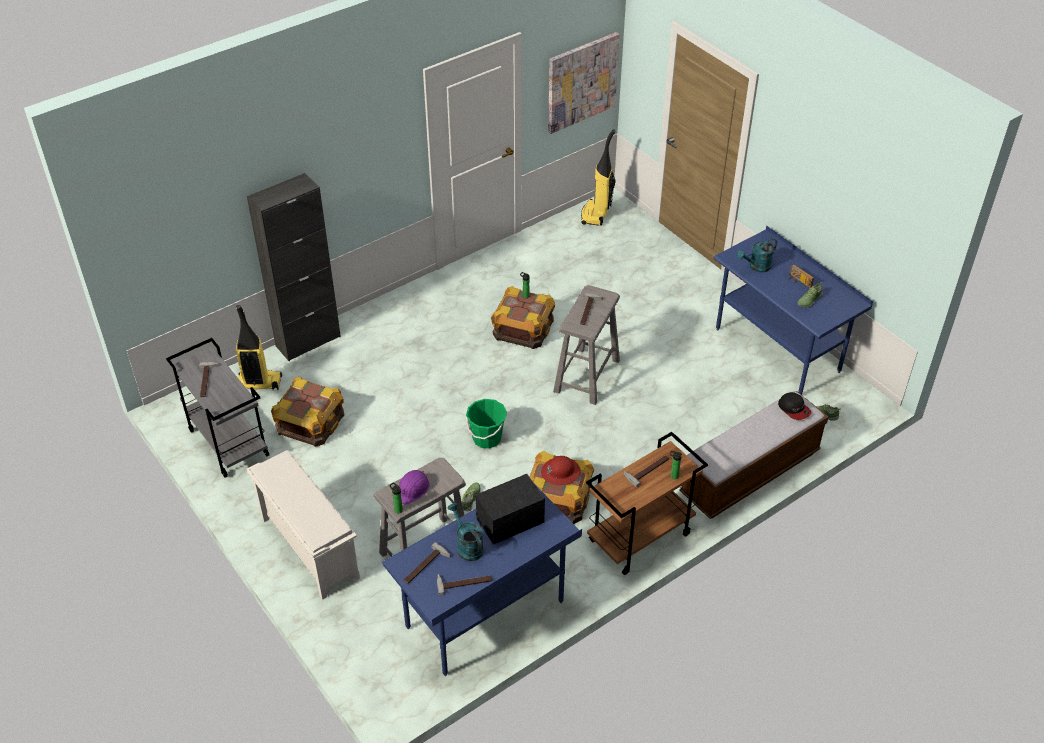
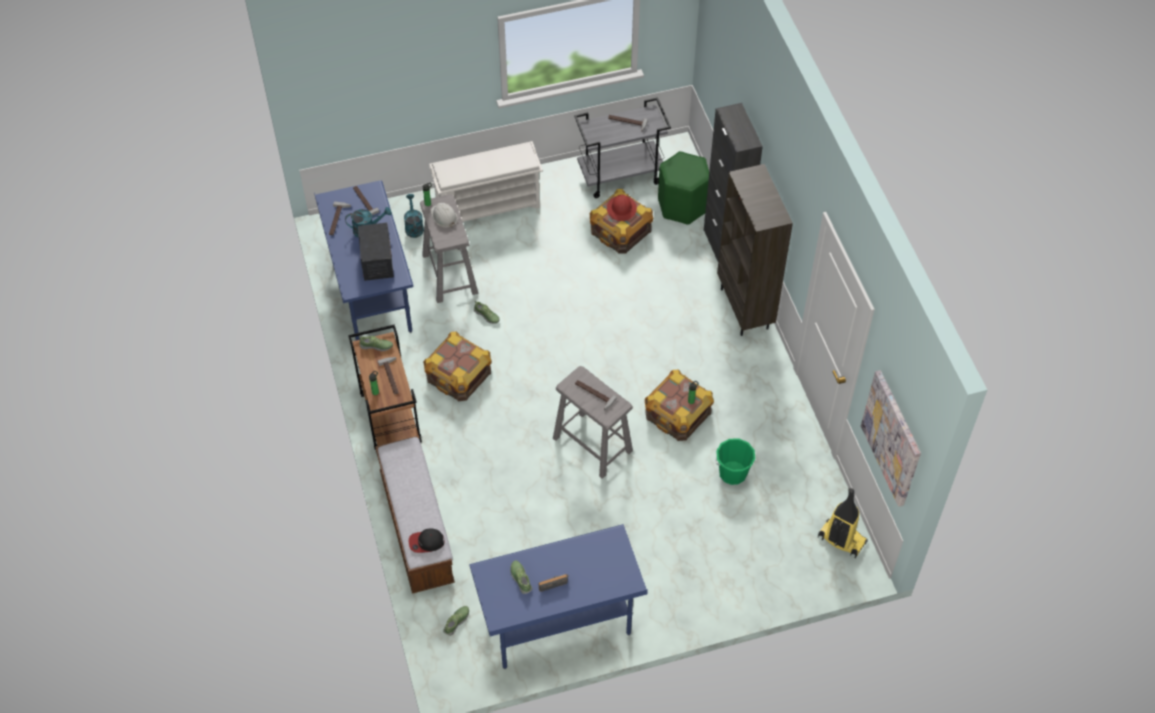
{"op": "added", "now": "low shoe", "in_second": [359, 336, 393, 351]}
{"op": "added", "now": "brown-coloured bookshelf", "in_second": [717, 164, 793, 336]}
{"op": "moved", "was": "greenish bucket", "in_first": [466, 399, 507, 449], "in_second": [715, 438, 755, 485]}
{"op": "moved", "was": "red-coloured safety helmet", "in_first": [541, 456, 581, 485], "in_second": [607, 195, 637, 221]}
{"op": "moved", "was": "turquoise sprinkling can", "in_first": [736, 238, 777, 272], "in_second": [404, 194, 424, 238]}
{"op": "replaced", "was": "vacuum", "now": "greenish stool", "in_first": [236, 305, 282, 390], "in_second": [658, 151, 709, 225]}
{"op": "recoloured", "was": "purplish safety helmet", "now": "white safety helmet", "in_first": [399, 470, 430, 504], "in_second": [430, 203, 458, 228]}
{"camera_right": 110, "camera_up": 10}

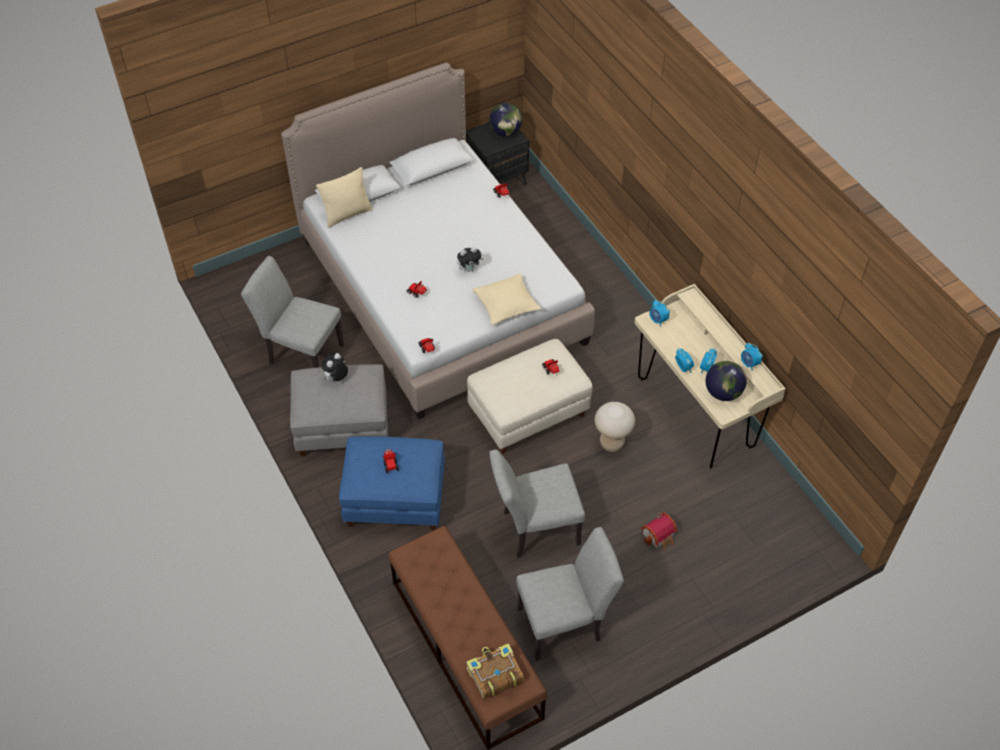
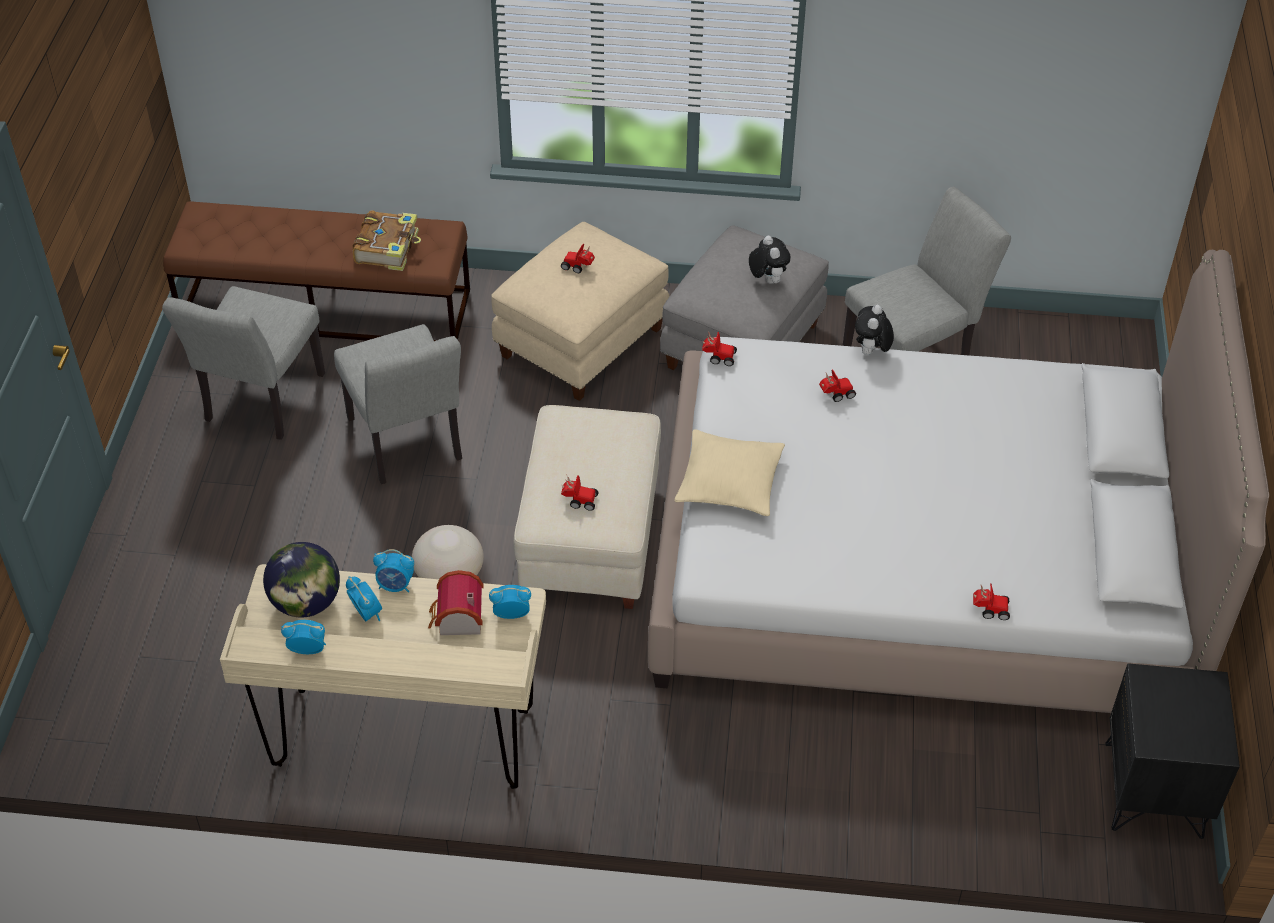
{"op": "removed", "was": "sand-coloured throw pillow", "in_first": [316, 167, 373, 228]}
{"op": "removed", "was": "world globe", "in_first": [489, 103, 522, 136]}
{"op": "moved", "was": "soft toy", "in_first": [457, 247, 484, 272], "in_second": [855, 305, 894, 355]}
{"op": "moved", "was": "volume", "in_first": [466, 643, 524, 699], "in_second": [353, 210, 421, 271]}
{"op": "moved", "was": "miniature house", "in_first": [641, 513, 677, 551], "in_second": [428, 570, 484, 635]}
{"op": "recoloured", "was": "blue ottoman", "now": "sand-coloured ottoman", "in_first": [339, 436, 445, 530], "in_second": [491, 222, 670, 401]}
{"op": "turned", "was": "gray upright chair", "in_first": [489, 450, 585, 558], "in_second": [334, 324, 462, 484], "clockwise": 135}
{"camera_right": 125, "camera_up": -5}

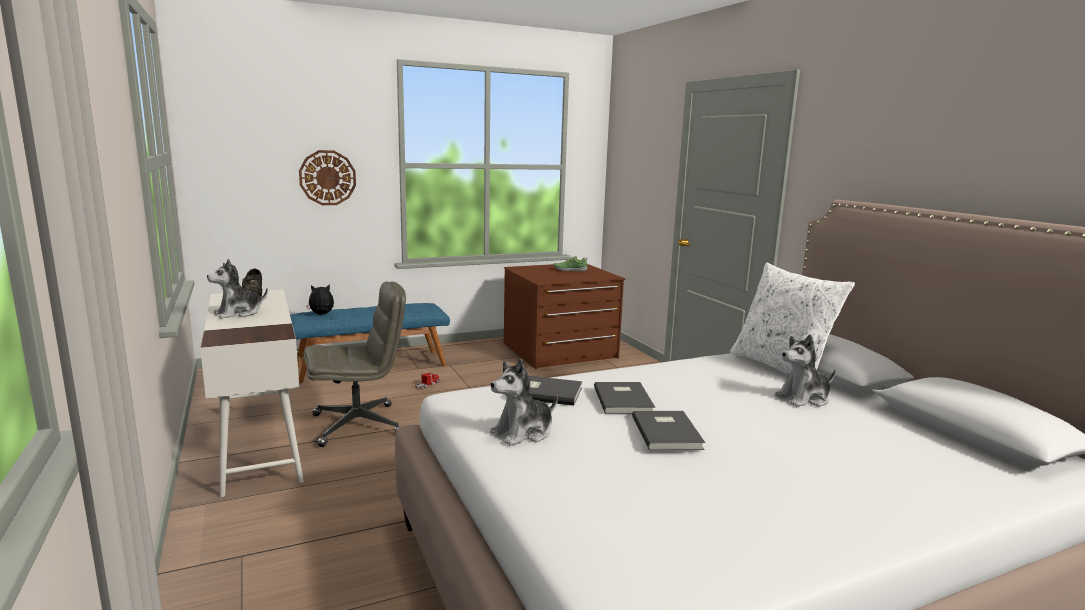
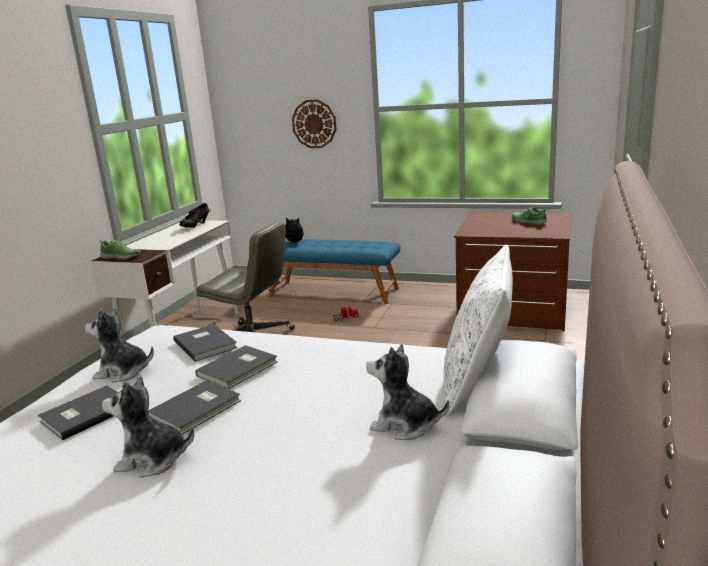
{"op": "added", "now": "gray volume", "in_second": [38, 386, 118, 440]}
{"op": "added", "now": "low shoe", "in_second": [99, 240, 141, 259]}
{"op": "moved", "was": "soft toy", "in_first": [207, 259, 268, 319], "in_second": [102, 376, 194, 477]}
{"camera_right": 45, "camera_up": 5}

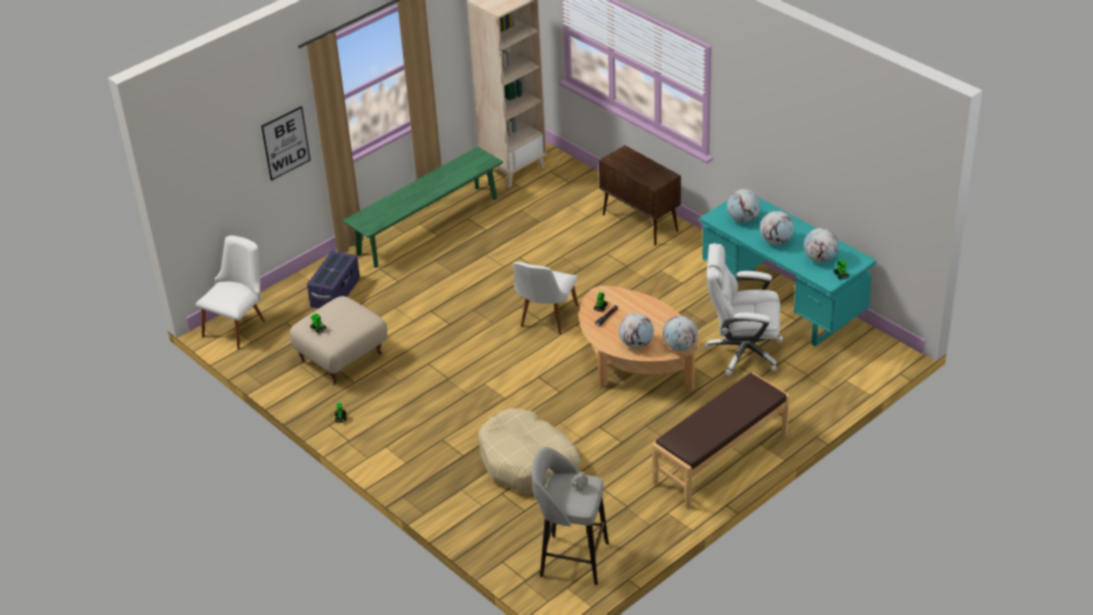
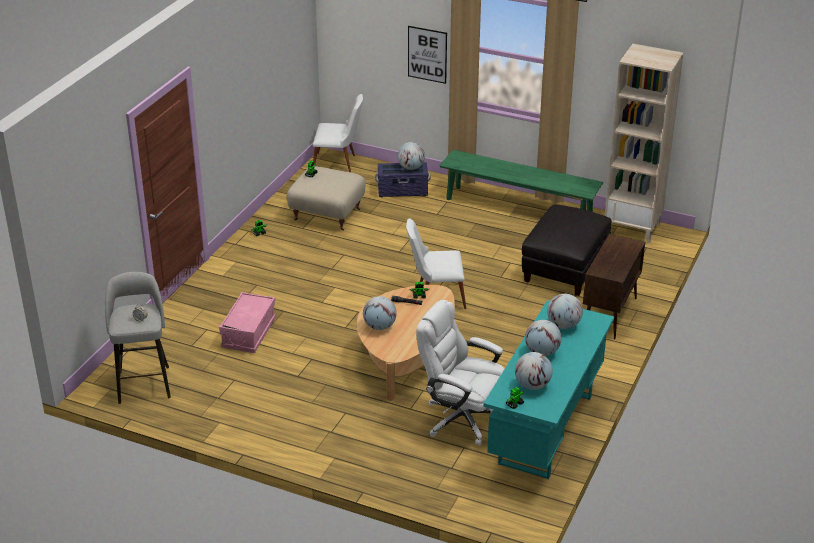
{"op": "removed", "was": "brown-coloured bench", "in_first": [652, 373, 790, 509]}
{"op": "added", "now": "black ottoman", "in_second": [522, 205, 612, 296]}
{"op": "moved", "was": "world globe", "in_first": [662, 316, 698, 351], "in_second": [397, 142, 425, 170]}
{"op": "replaced", "was": "sand-coloured dog cushion", "now": "pink storage box", "in_first": [478, 409, 580, 494], "in_second": [219, 292, 276, 353]}
{"op": "turned", "was": "white computer chair", "in_first": [704, 243, 783, 376], "in_second": [417, 300, 504, 446], "clockwise": -45}
{"camera_right": 65, "camera_up": -5}

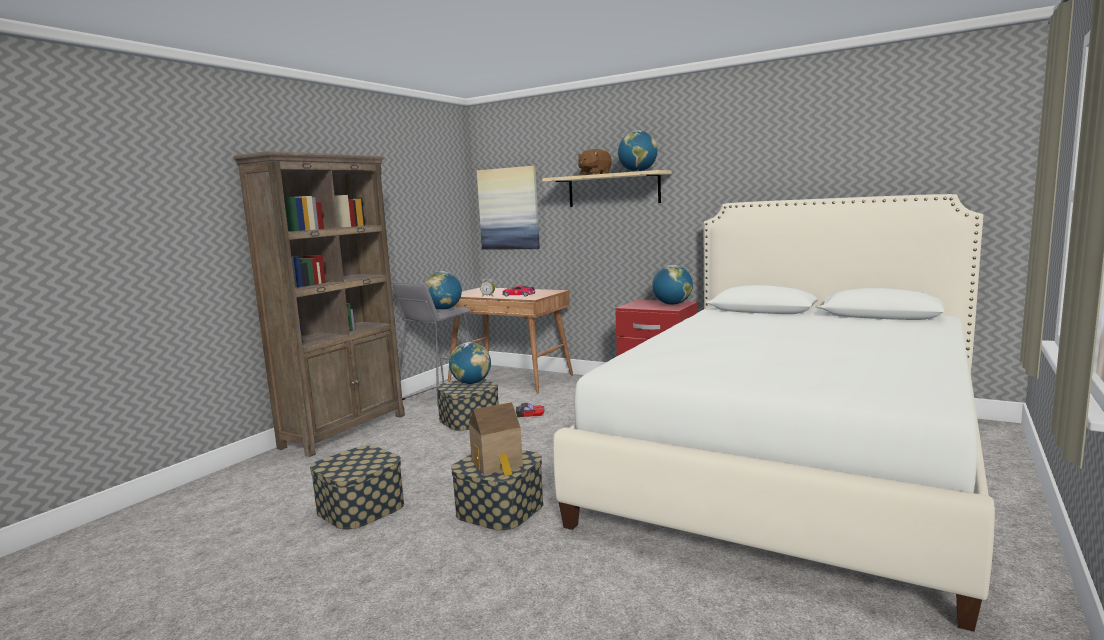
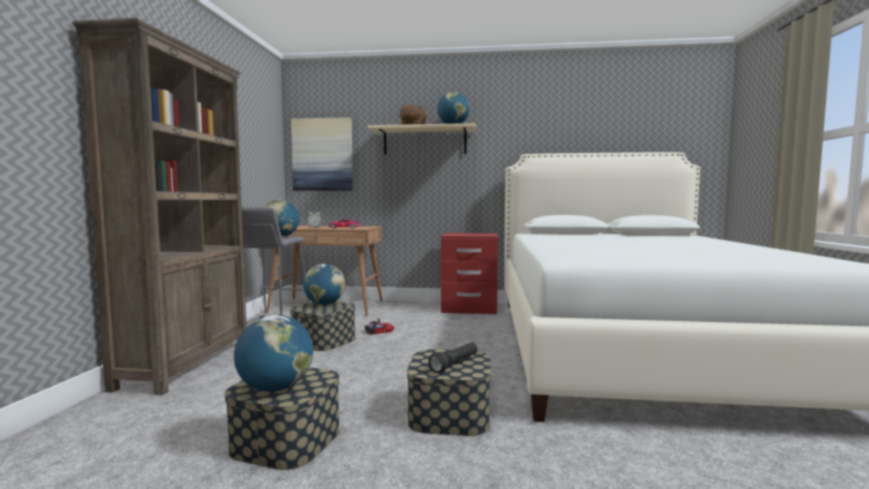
{"op": "moved", "was": "world globe", "in_first": [652, 265, 693, 305], "in_second": [234, 315, 313, 392]}
{"op": "replaced", "was": "miniature house", "now": "black flashlight", "in_first": [469, 402, 523, 477], "in_second": [429, 342, 478, 373]}
{"camera_right": -25, "camera_up": -5}

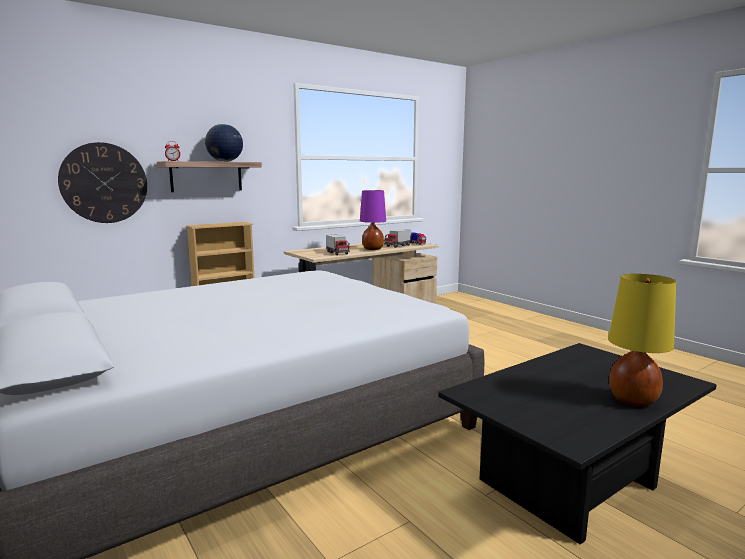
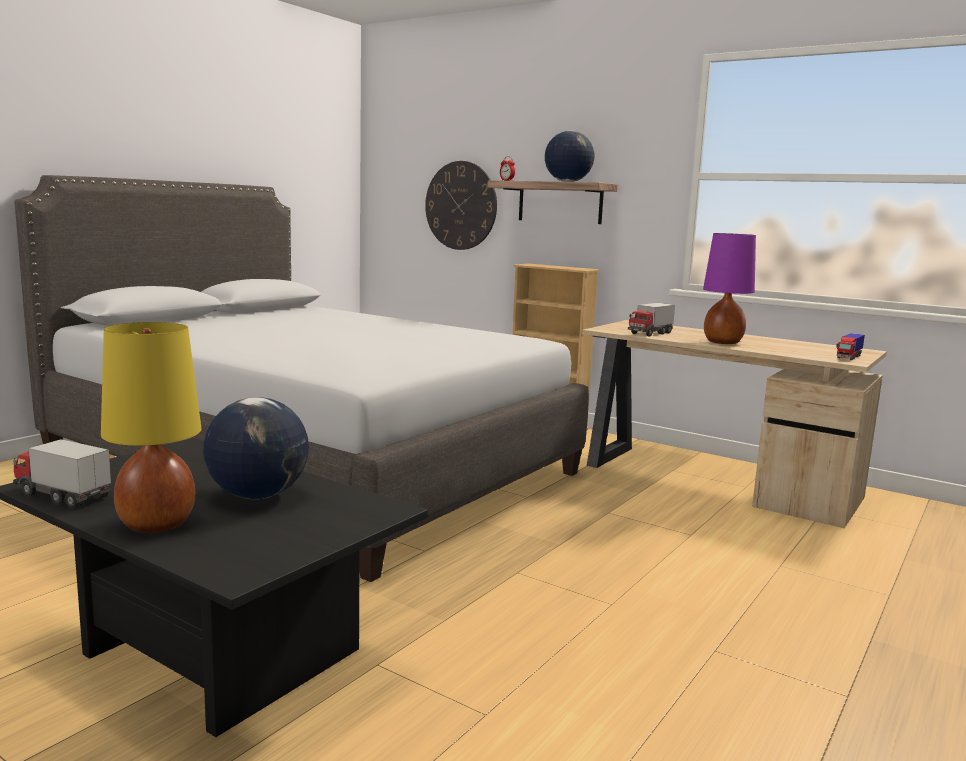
{"op": "added", "now": "world globe", "in_second": [203, 397, 309, 499]}
{"op": "moved", "was": "toy lorry", "in_first": [384, 229, 411, 248], "in_second": [13, 439, 111, 509]}
{"camera_right": 70, "camera_up": 0}

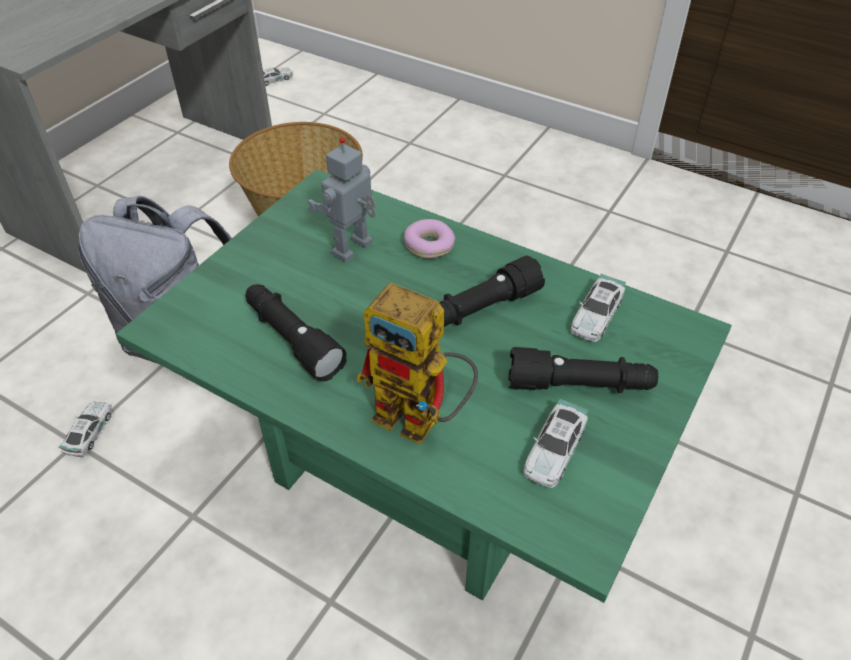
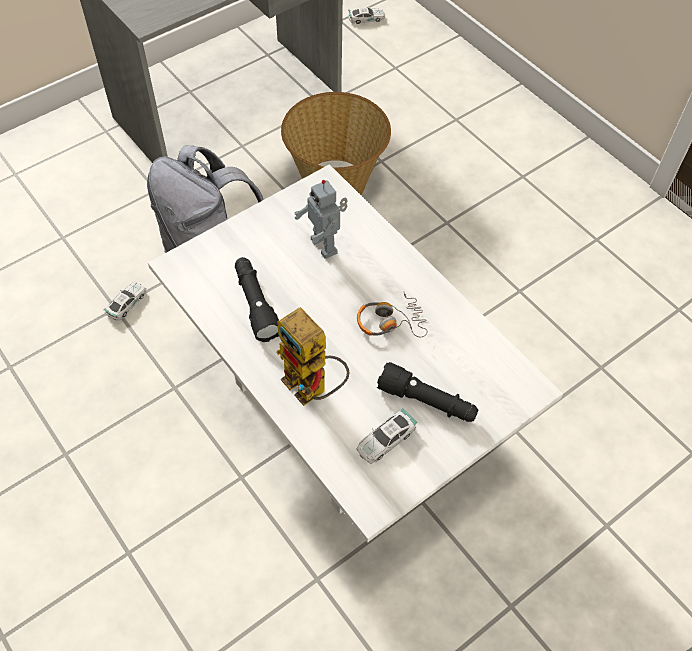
{"op": "removed", "was": "donut", "in_first": [404, 219, 455, 259]}
{"op": "removed", "was": "model car", "in_first": [570, 274, 626, 342]}
{"op": "replaced", "was": "black flashlight", "now": "headphones", "in_first": [440, 255, 545, 327], "in_second": [357, 292, 428, 337]}
{"op": "recoloured", "was": "greenish coffee table", "now": "white coffee table", "in_first": [116, 169, 732, 603], "in_second": [148, 164, 563, 542]}
{"op": "turned", "was": "robot figure", "in_first": [307, 137, 376, 263], "in_second": [295, 180, 348, 259], "clockwise": -90}
{"camera_right": 20, "camera_up": 10}

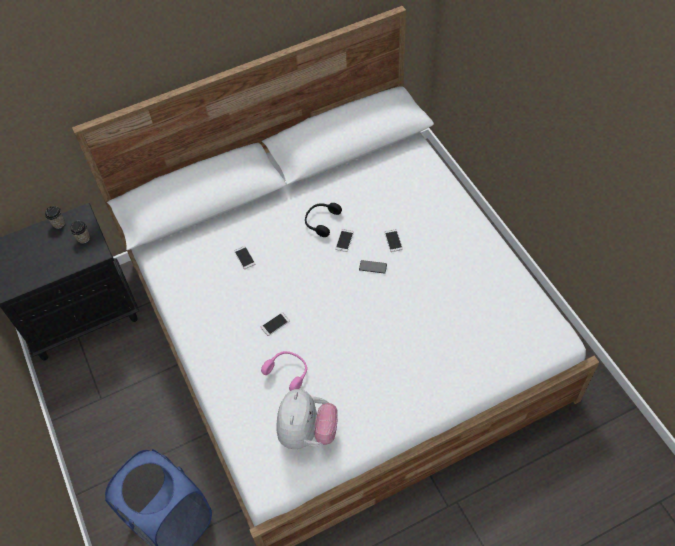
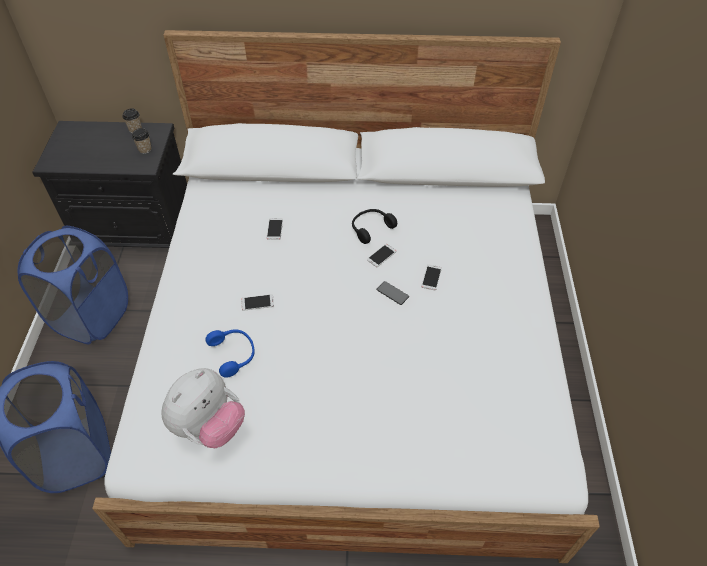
{"op": "added", "now": "blue hamper", "in_second": [18, 226, 128, 345]}
{"op": "recoloured", "was": "pink headphones", "now": "blue headphones", "in_first": [261, 351, 307, 391], "in_second": [205, 329, 255, 378]}
{"camera_right": 25, "camera_up": -5}

